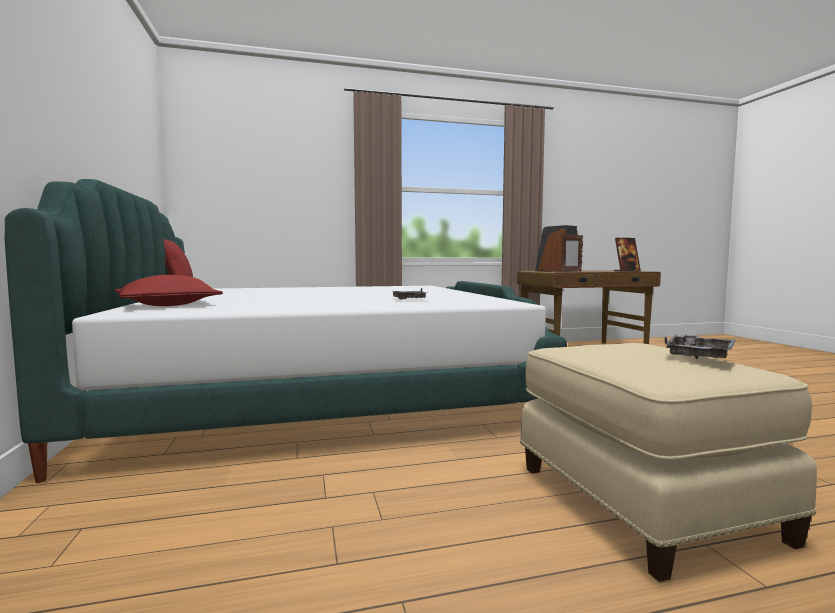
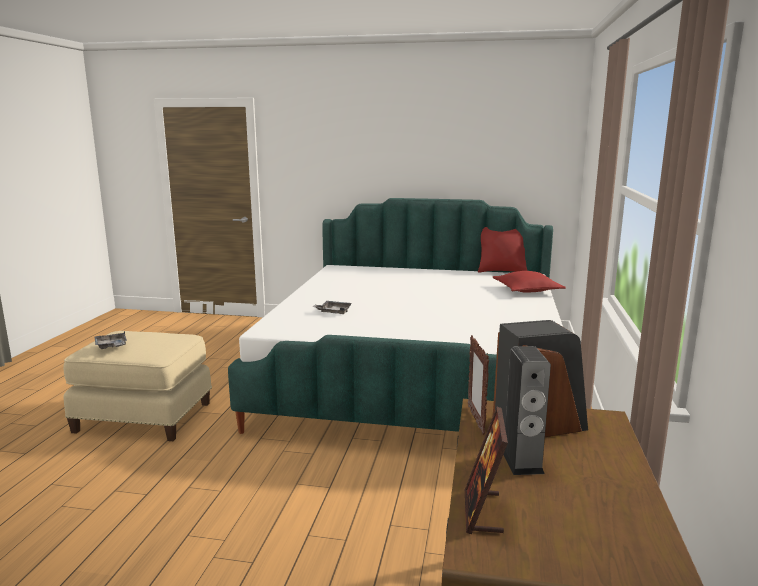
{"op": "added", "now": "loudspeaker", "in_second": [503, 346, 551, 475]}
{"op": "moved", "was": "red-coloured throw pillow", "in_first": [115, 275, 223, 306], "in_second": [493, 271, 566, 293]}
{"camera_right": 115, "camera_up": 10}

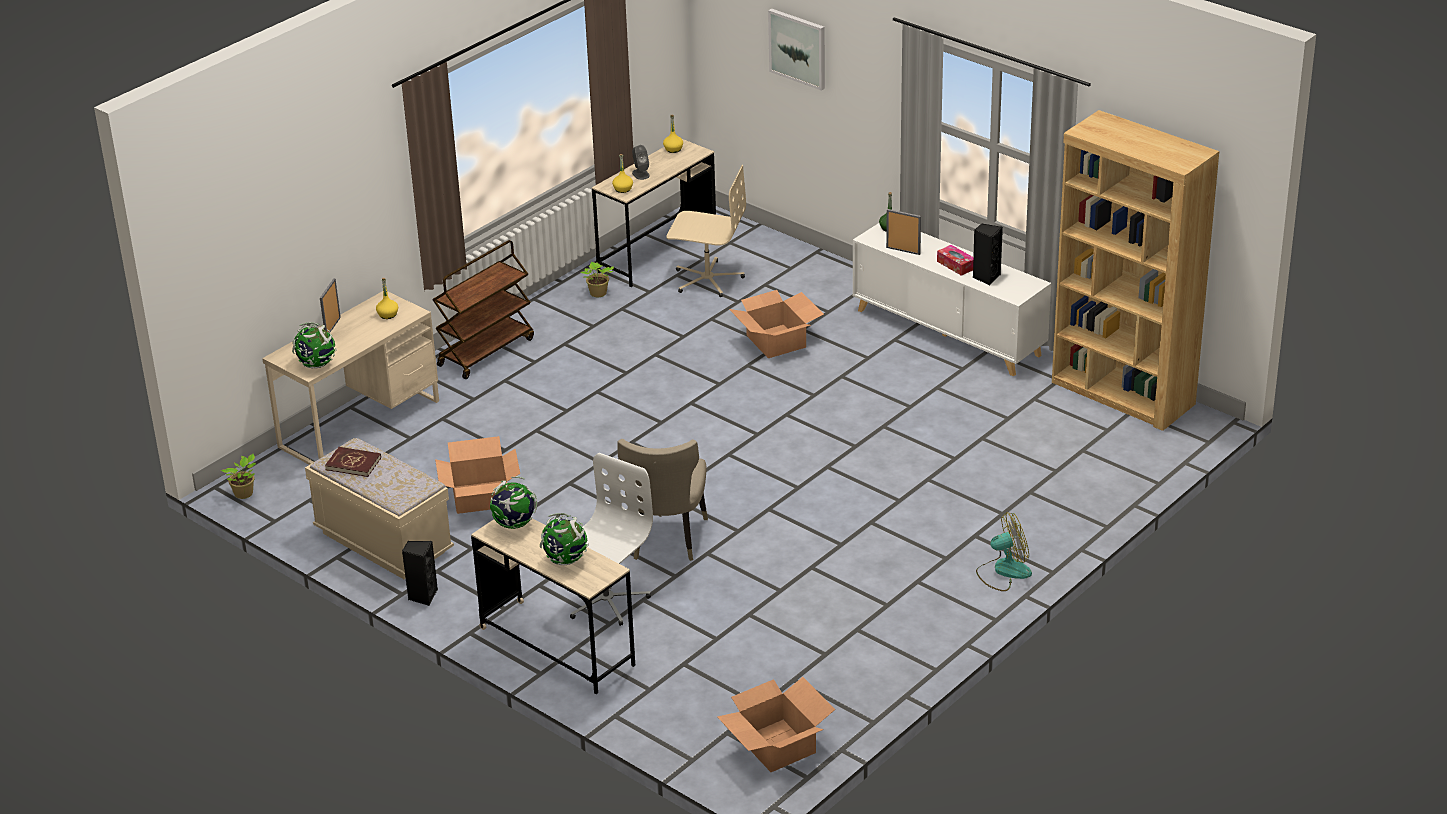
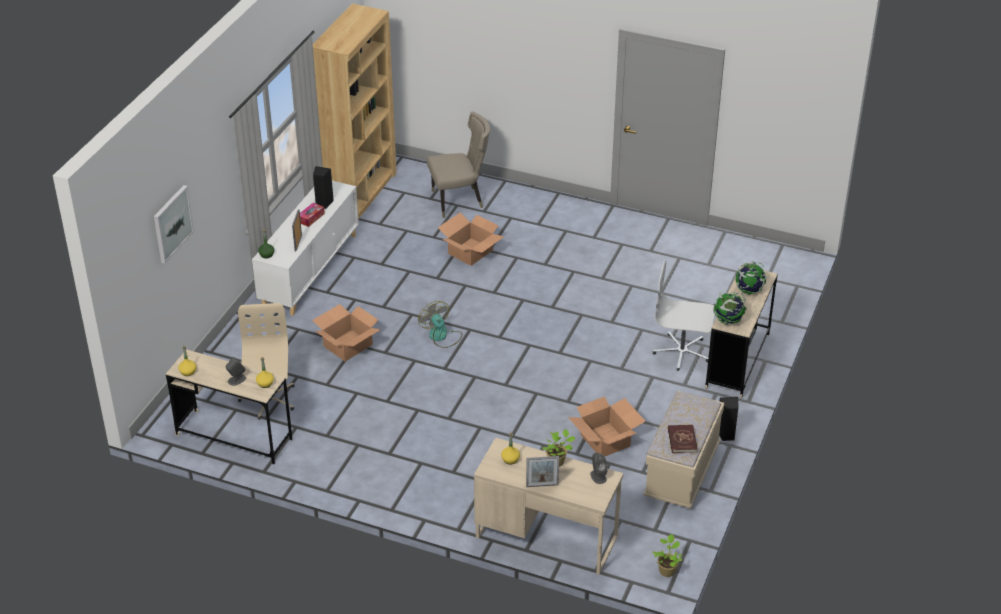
{"op": "removed", "was": "brown-coloured trolley", "in_first": [433, 240, 534, 379]}
{"op": "moved", "was": "plant in a pot", "in_first": [580, 262, 614, 297], "in_second": [542, 429, 575, 467]}
{"op": "moved", "was": "sand-coloured upright chair", "in_first": [617, 439, 708, 561], "in_second": [427, 111, 490, 218]}
{"op": "moved", "was": "carton", "in_first": [717, 677, 835, 772], "in_second": [438, 212, 504, 266]}
{"op": "moved", "was": "electric fan", "in_first": [976, 512, 1032, 591], "in_second": [418, 301, 462, 348]}
{"op": "replaced", "was": "world globe", "now": "gray loudspeaker", "in_first": [292, 322, 337, 369], "in_second": [590, 453, 607, 484]}
{"camera_right": -110, "camera_up": 5}

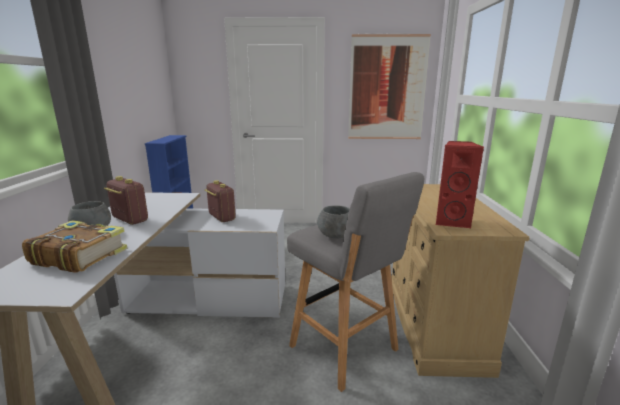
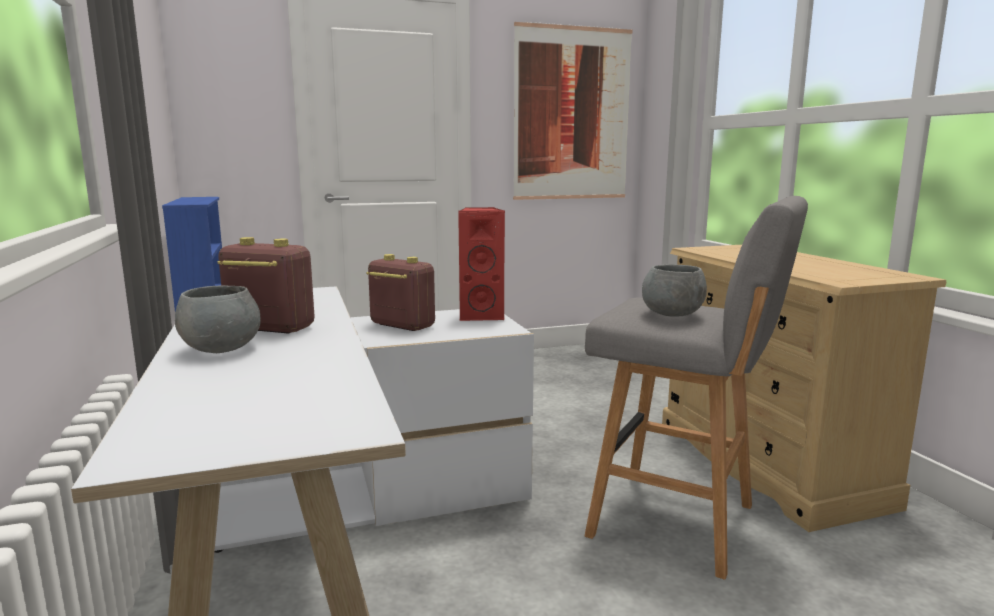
{"op": "removed", "was": "volume", "in_first": [22, 220, 127, 273]}
{"op": "moved", "was": "red-coloured loudspeaker", "in_first": [435, 141, 484, 229], "in_second": [458, 207, 505, 321]}
{"camera_right": -20, "camera_up": -5}

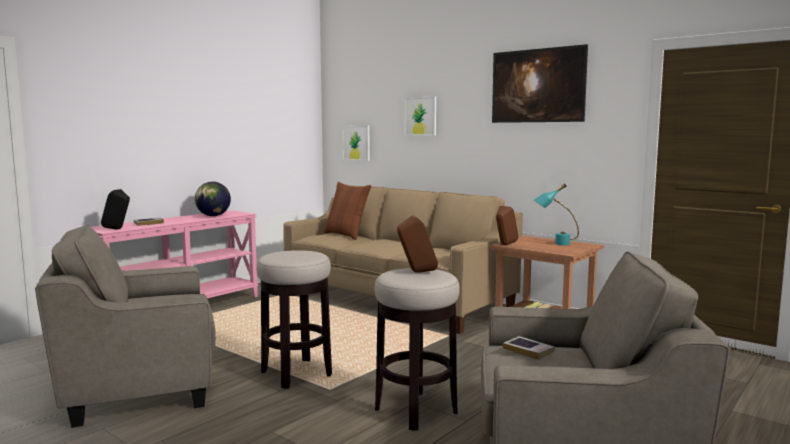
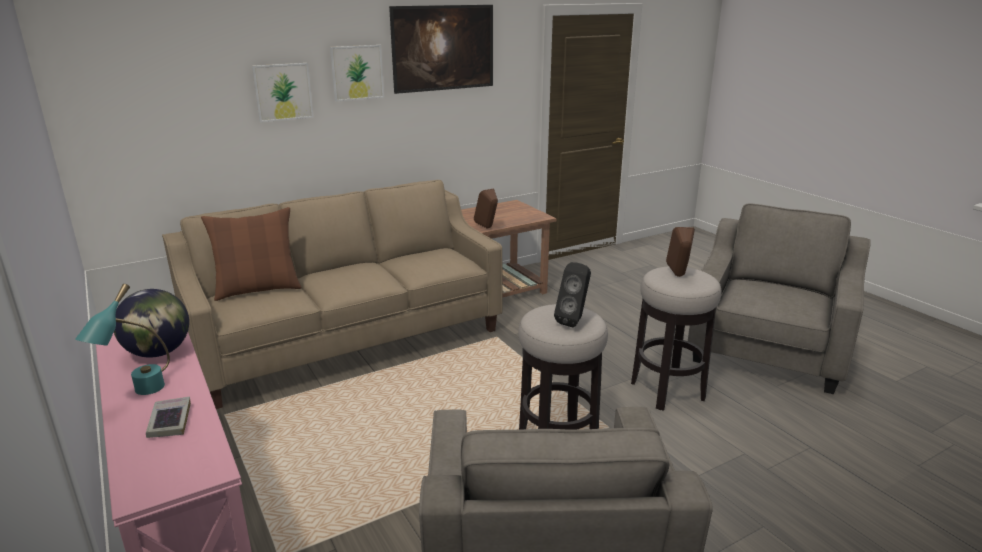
{"op": "removed", "was": "volume", "in_first": [503, 336, 555, 360]}
{"op": "moved", "was": "black loudspeaker", "in_first": [101, 189, 130, 229], "in_second": [554, 262, 591, 327]}
{"op": "moved", "was": "picture", "in_first": [343, 125, 370, 161], "in_second": [330, 45, 384, 101]}
{"op": "moved", "was": "turquoise lamp for a table", "in_first": [534, 183, 579, 245], "in_second": [75, 284, 170, 395]}
{"camera_right": -70, "camera_up": 15}

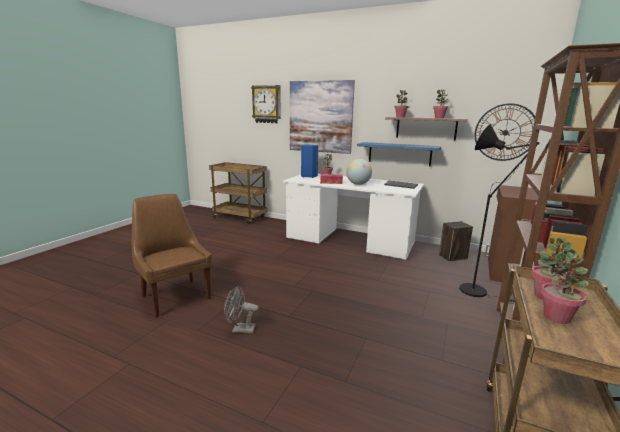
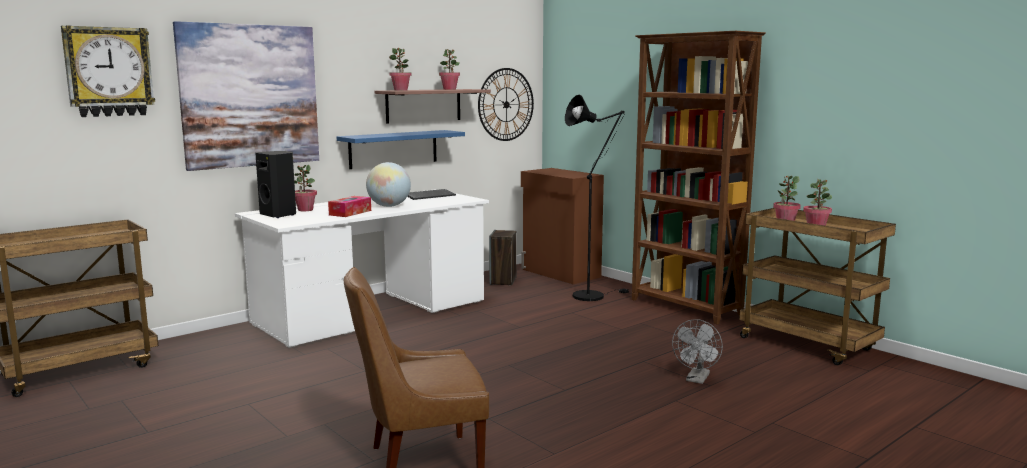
{"op": "moved", "was": "gray electric fan", "in_first": [224, 286, 259, 333], "in_second": [672, 319, 723, 384]}
{"op": "recoloured", "was": "blue loudspeaker", "now": "black loudspeaker", "in_first": [301, 145, 318, 178], "in_second": [255, 151, 296, 218]}
{"camera_right": -65, "camera_up": -5}

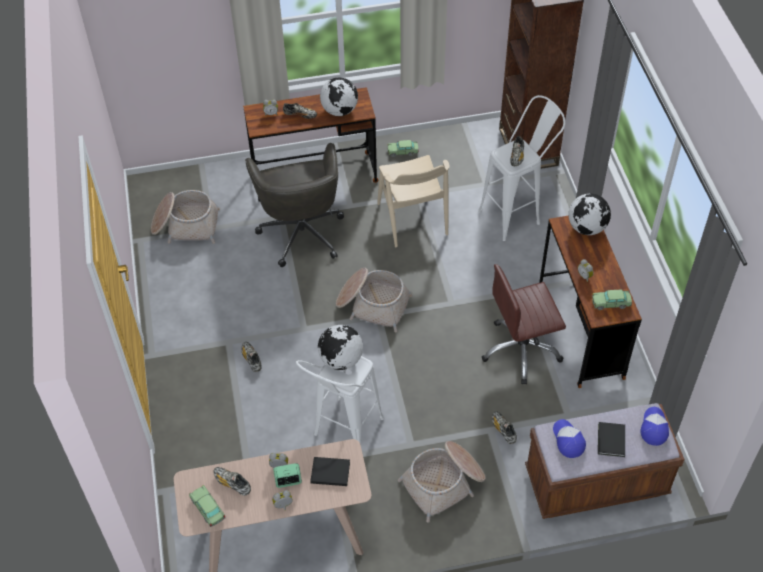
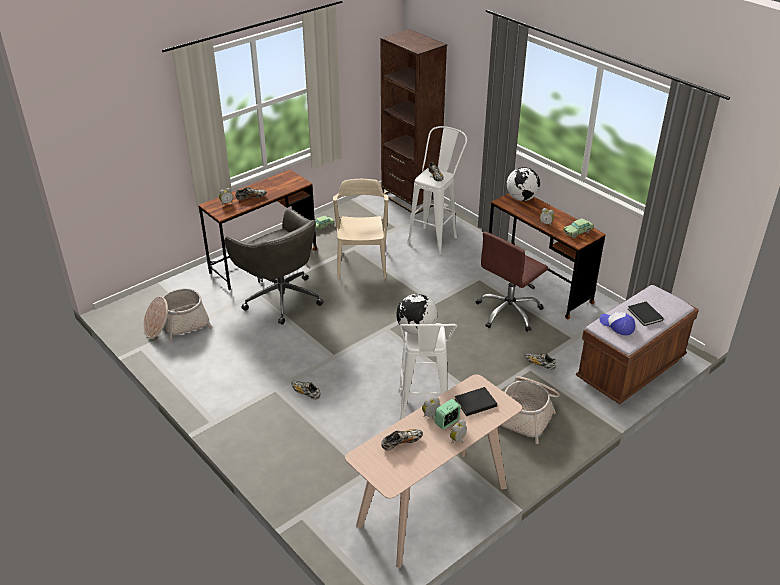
{"op": "removed", "was": "model car", "in_first": [189, 485, 226, 527]}
{"op": "removed", "was": "world globe", "in_first": [320, 77, 358, 116]}
{"op": "removed", "was": "storage basket", "in_first": [336, 268, 413, 332]}
{"op": "removed", "was": "peaked cap", "in_first": [640, 407, 669, 446]}
{"op": "turned", "was": "low shoe", "in_first": [213, 467, 251, 496], "in_second": [381, 429, 423, 451], "clockwise": 150}
{"op": "turned", "was": "sand-coloured upright chair", "in_first": [377, 155, 450, 247], "in_second": [333, 179, 389, 279], "clockwise": -135}
{"camera_right": -30, "camera_up": -15}

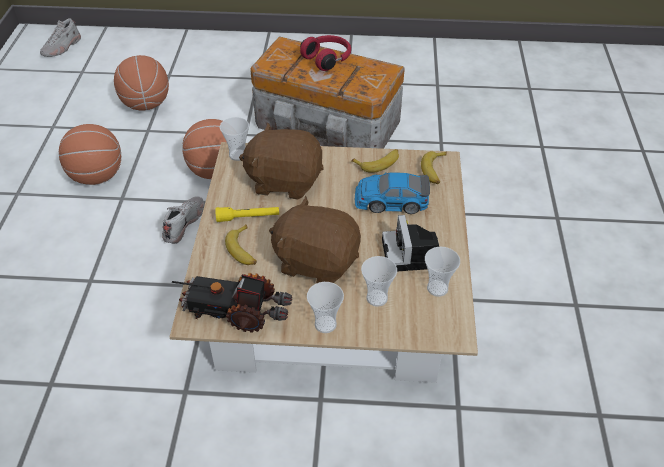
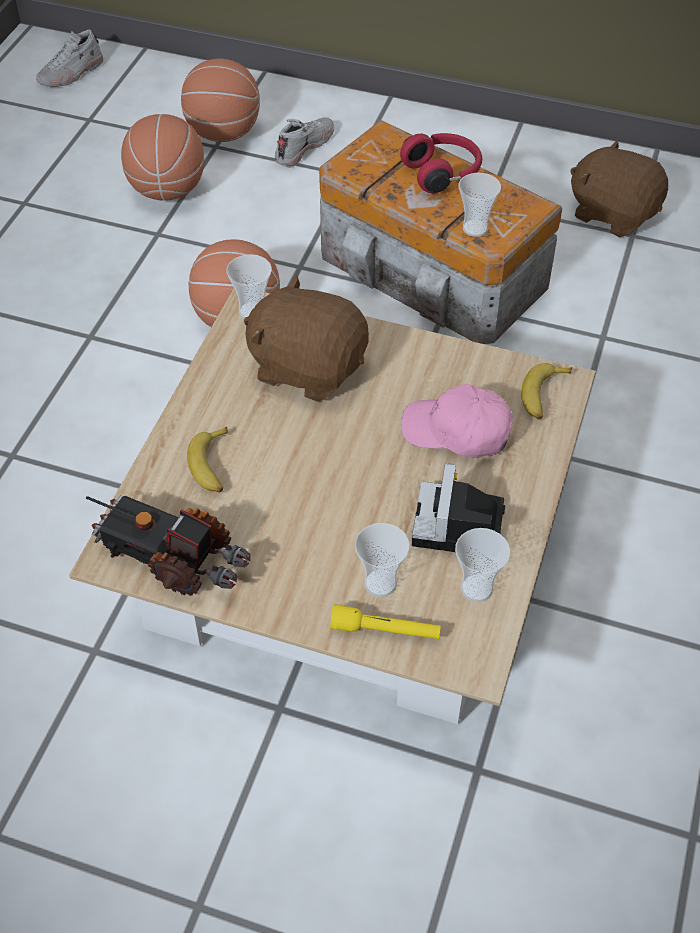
{"op": "removed", "was": "banana fruit", "in_first": [351, 149, 399, 173]}
{"op": "moved", "was": "basketball ball", "in_first": [59, 124, 121, 185], "in_second": [181, 59, 260, 142]}
{"op": "moved", "was": "white low shoe", "in_first": [162, 196, 205, 244], "in_second": [275, 117, 334, 167]}
{"op": "moved", "was": "yellowish flashlight", "in_first": [216, 207, 279, 222], "in_second": [330, 604, 441, 639]}
{"op": "moved", "was": "brown-coloured soft toy", "in_first": [269, 196, 361, 283], "in_second": [571, 139, 668, 237]}
{"op": "moved", "was": "drinking cup", "in_first": [307, 282, 344, 333], "in_second": [459, 173, 501, 237]}
{"op": "replaced", "was": "model car", "now": "pink peaked cap", "in_first": [355, 172, 430, 214], "in_second": [401, 384, 513, 458]}
{"camera_right": 15, "camera_up": 5}

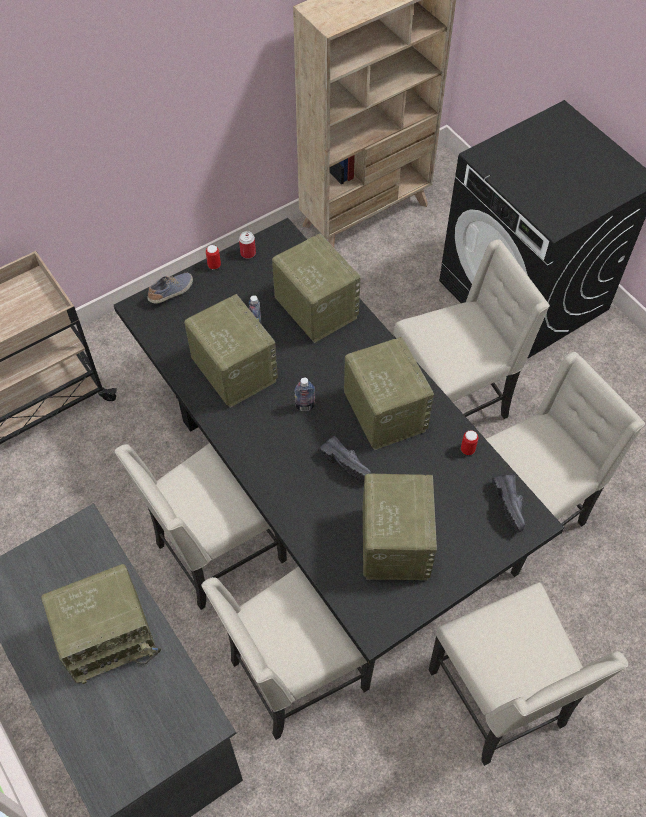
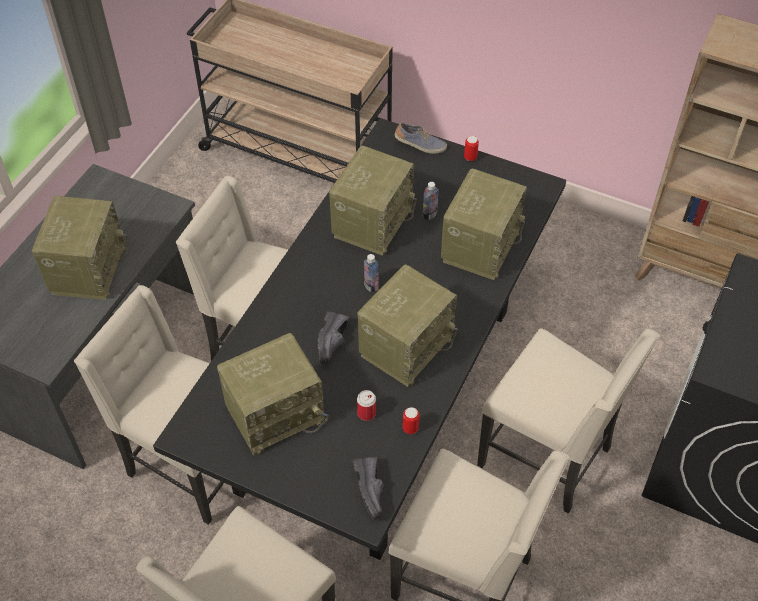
{"op": "moved", "was": "sealed can", "in_first": [239, 231, 256, 259], "in_second": [357, 390, 376, 421]}
{"op": "turned", "was": "radio", "in_first": [41, 564, 161, 684], "in_second": [32, 196, 128, 300], "clockwise": -120}
{"op": "turned", "was": "black low shoe", "in_first": [492, 474, 525, 533], "in_second": [352, 457, 384, 520], "clockwise": -60}
{"camera_right": 60, "camera_up": -5}

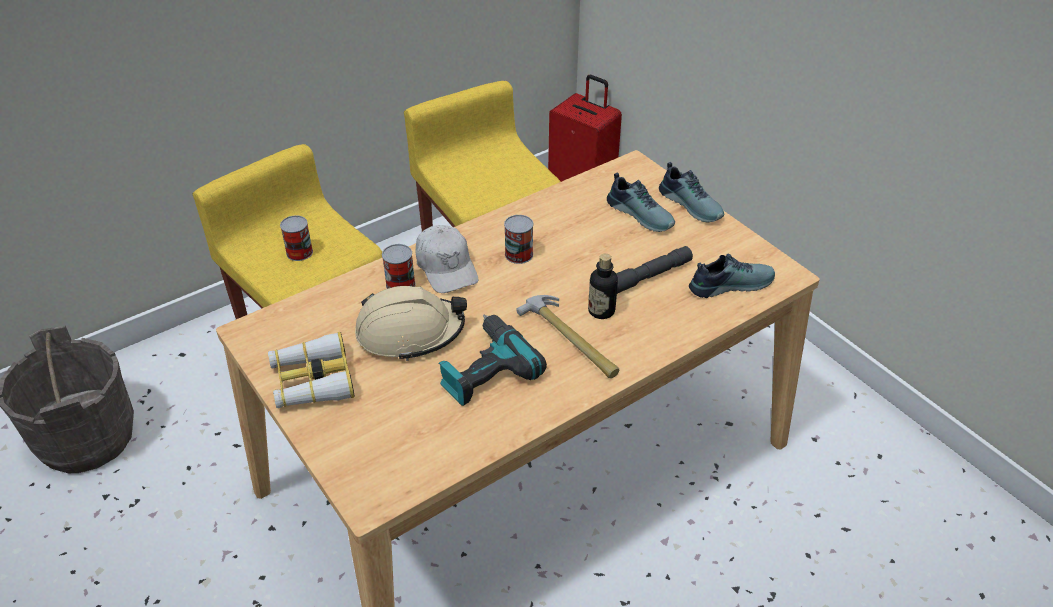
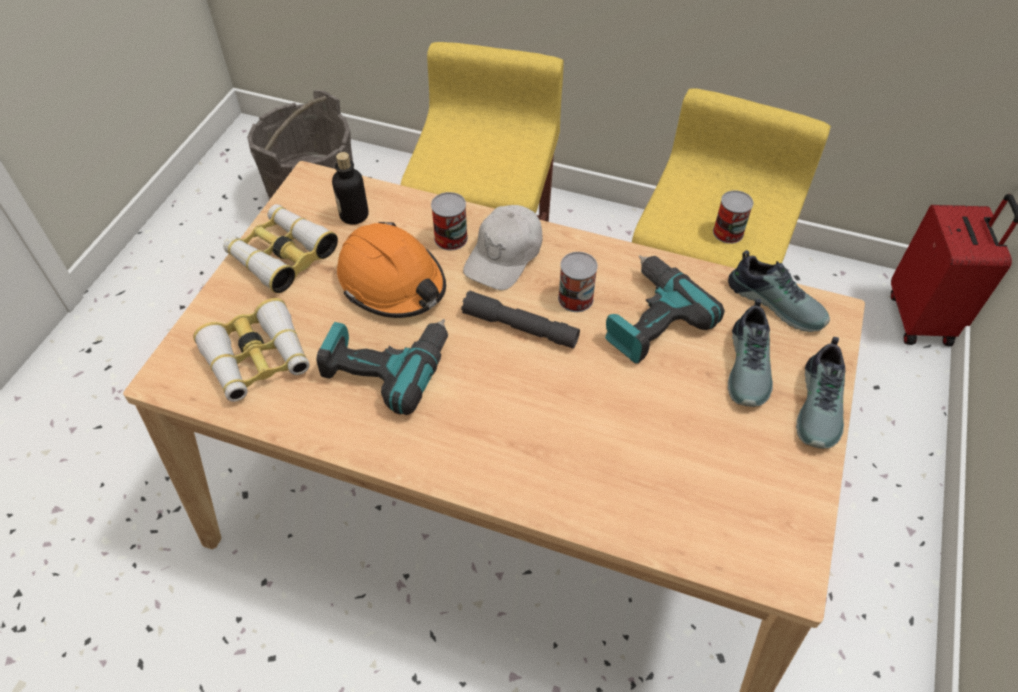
{"op": "removed", "was": "hand hammer", "in_first": [516, 295, 619, 378]}
{"op": "added", "now": "field glasses", "in_second": [193, 298, 310, 402]}
{"op": "added", "now": "power drill", "in_second": [605, 255, 725, 363]}
{"op": "moved", "was": "sealed can", "in_first": [280, 215, 313, 261], "in_second": [713, 190, 753, 244]}
{"op": "moved", "was": "beverage bottle", "in_first": [588, 254, 618, 319], "in_second": [332, 152, 368, 225]}
{"op": "moved", "was": "gray flashlight", "in_first": [616, 246, 693, 294], "in_second": [461, 291, 580, 348]}
{"op": "moved", "was": "low shoe", "in_first": [689, 254, 775, 298], "in_second": [728, 250, 830, 332]}
{"op": "recoloured", "was": "sand-coloured safety helmet", "now": "orange safety helmet", "in_first": [355, 286, 467, 361], "in_second": [337, 222, 446, 318]}
{"camera_right": 55, "camera_up": 10}

